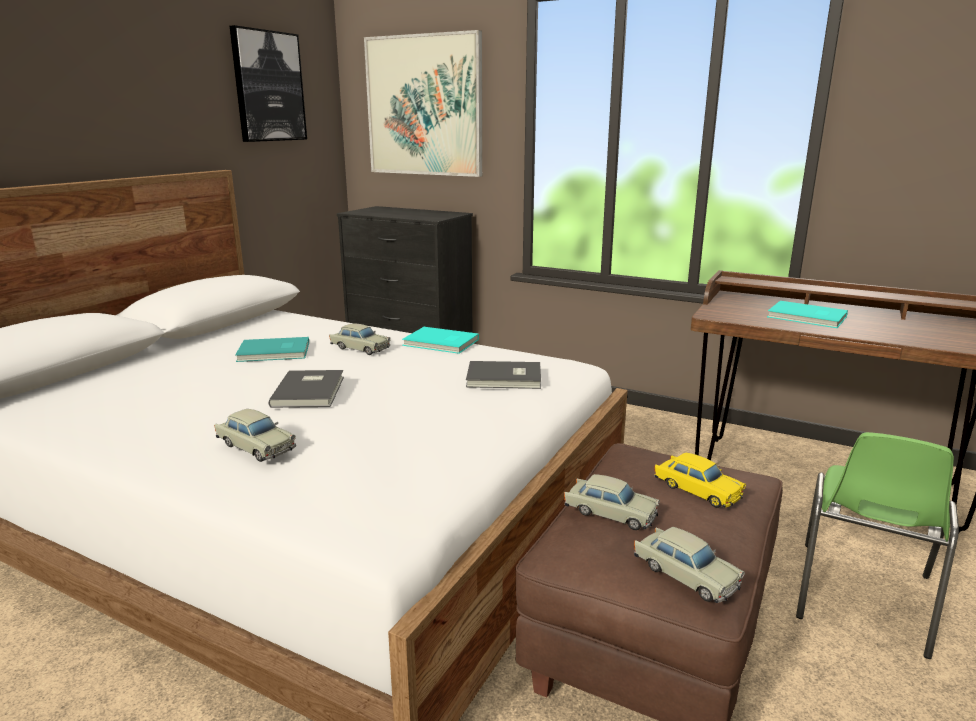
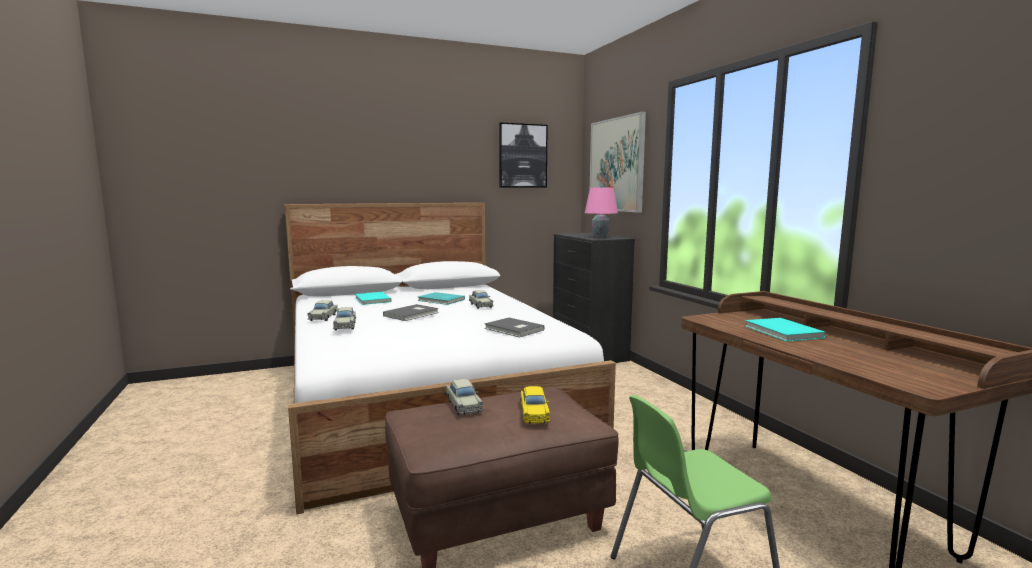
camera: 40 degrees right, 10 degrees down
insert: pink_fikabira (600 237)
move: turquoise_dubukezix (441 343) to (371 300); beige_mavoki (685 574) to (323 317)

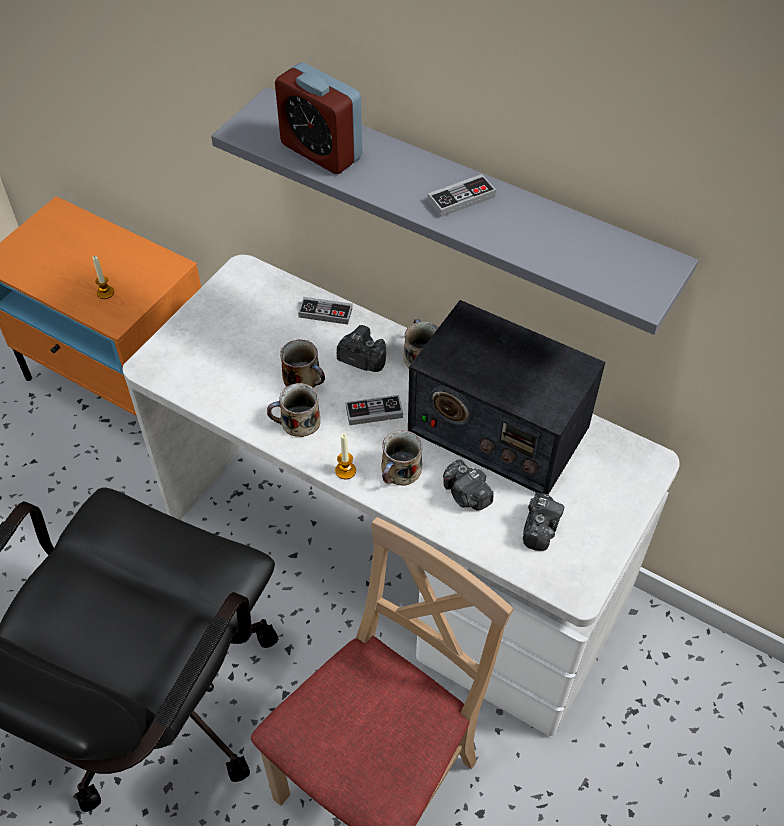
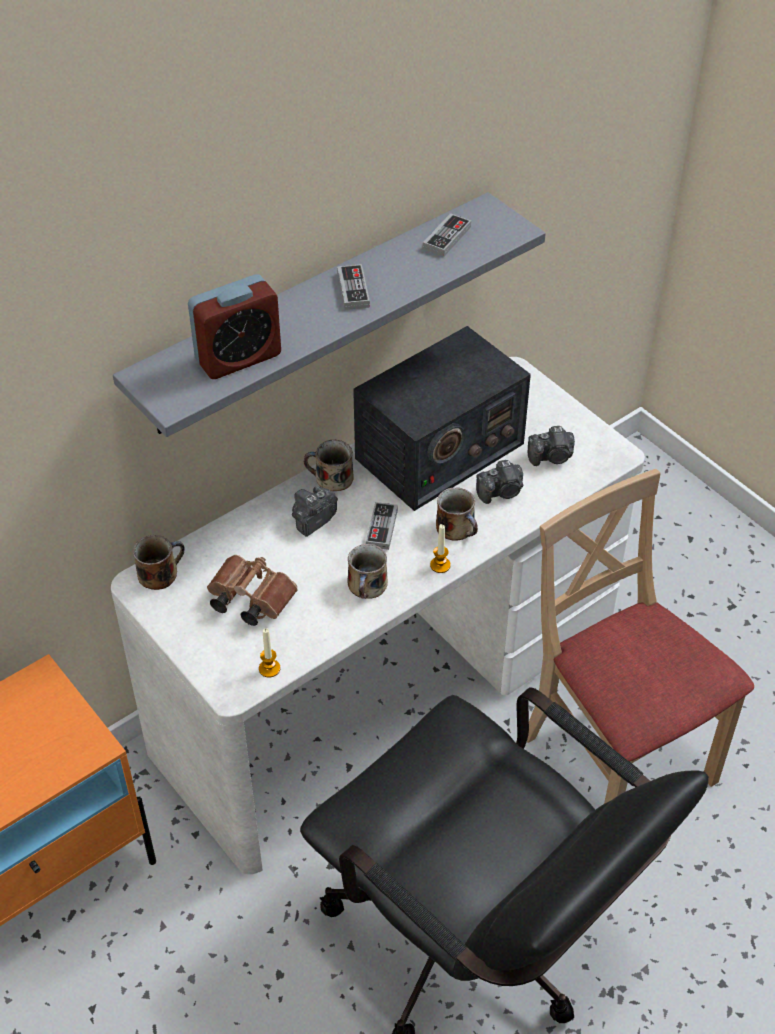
camera: 70 degrees left, 5 degrees down
insert: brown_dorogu (248 599)
move: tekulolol (105 293) to (269 668); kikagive (304 378) to (159 573); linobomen (325 313) to (447 238)
rotate: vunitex (540 528) = (552 457) 135 degrees clockwise

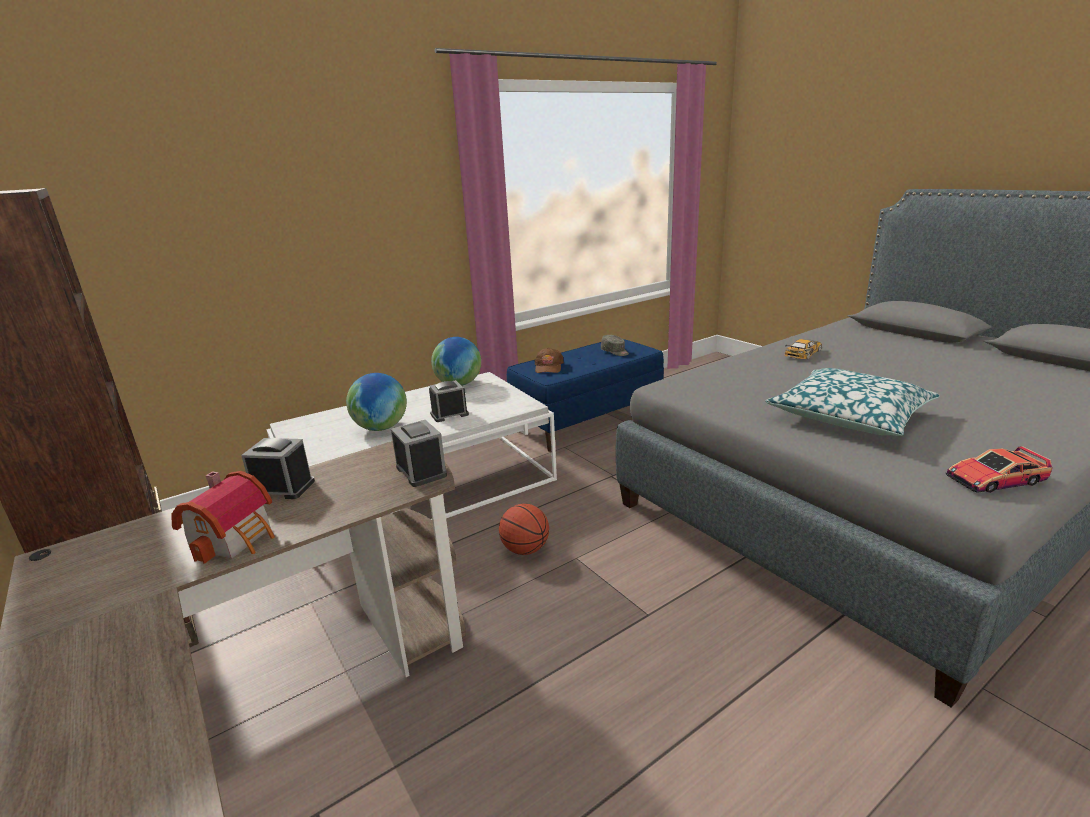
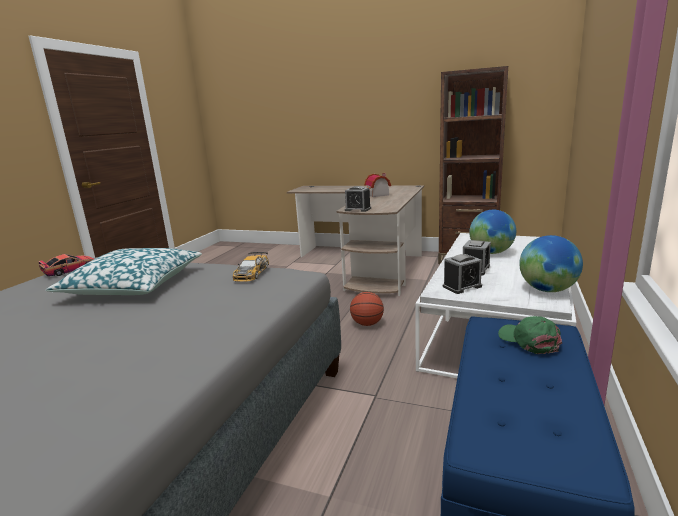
camera: 145 degrees right, 5 degrees down
delete: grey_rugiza (615 352)
move: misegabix (283 488) to (462 286); mavoki (803 353) to (251 273)
recolor: brown_rugiza (548 367) to green_rugiza (529 341)

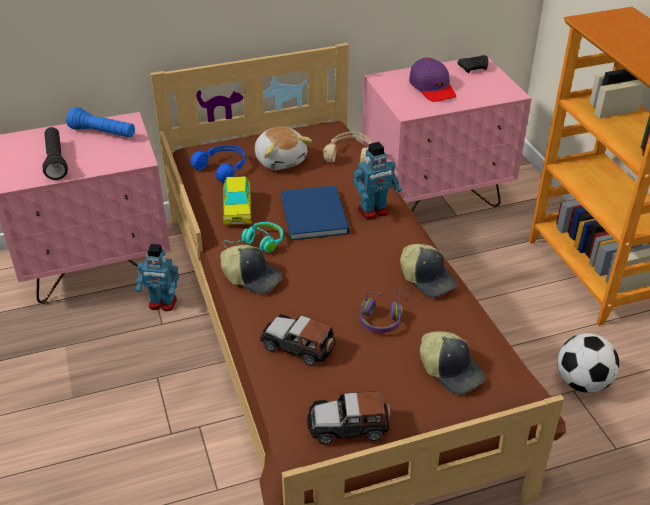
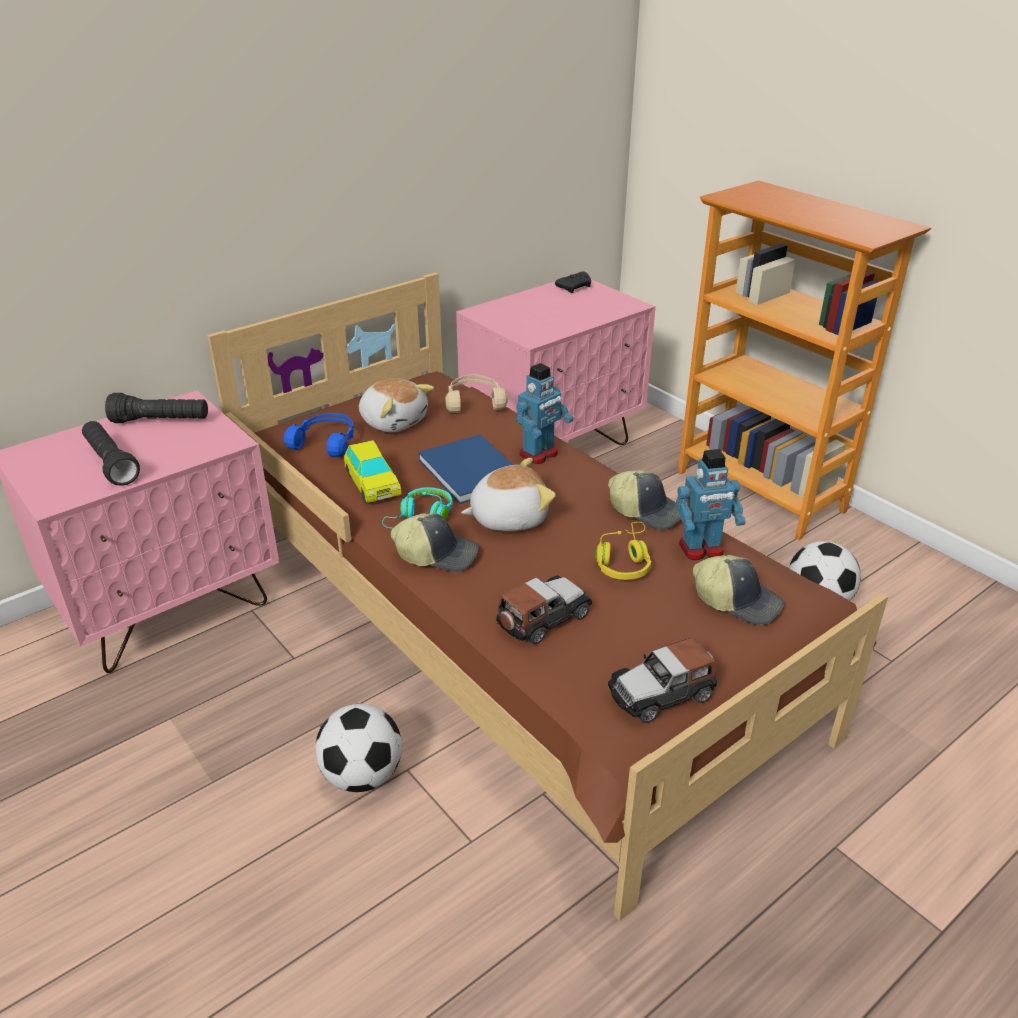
camera: 20 degrees left, 5 degrees down
delete: purple_rugiza (432 88)
insert: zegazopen (362 775); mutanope (508 517)
move: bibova (162 303) to (701 549)
recolor: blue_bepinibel (103 133) to black_bepinibel (161 421); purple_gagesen (384 316) to yellow_gagesen (624 562)
rotate: mavoki (298 346) = (543 618) 135 degrees clockwise

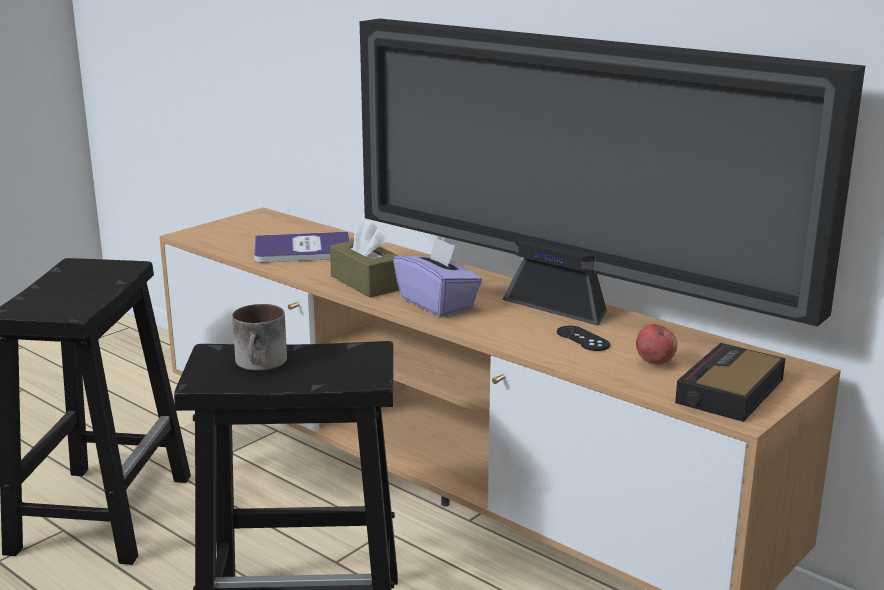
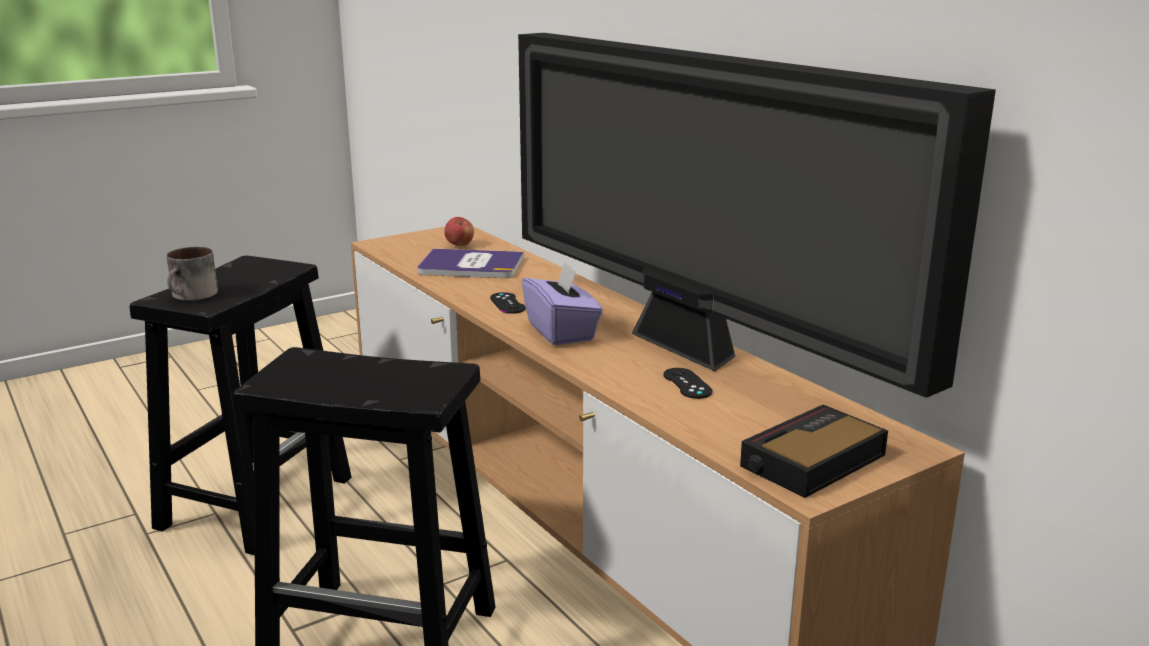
camera: 15 degrees right, 0 degrees up
move: kikagive (262 363) to (193 295); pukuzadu (654 363) to (459 245)
replace: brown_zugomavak (366 282) to black_linobomen (507 303)

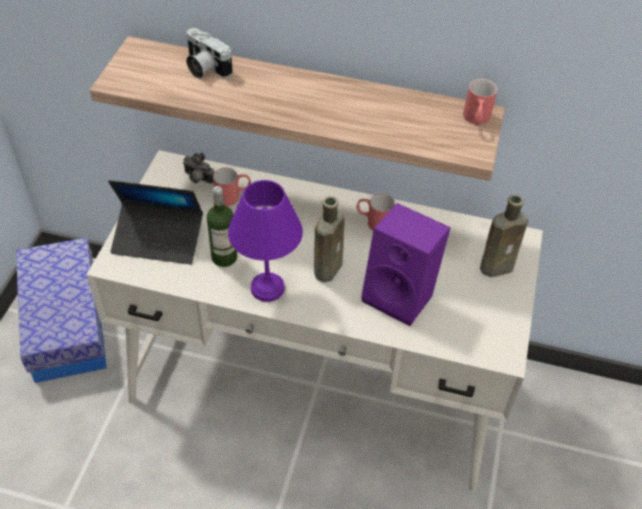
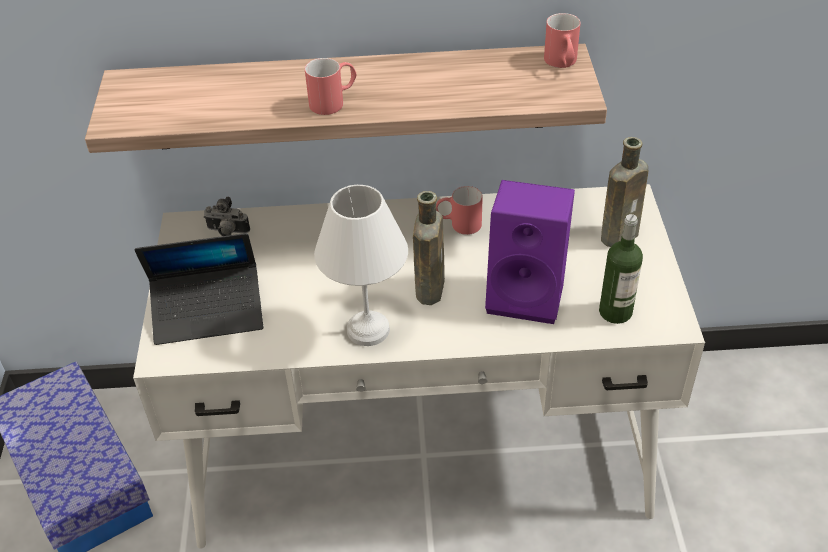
camera: 15 degrees left, 5 degrees down
delete: vunitex (204 68)
move: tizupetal (224 257) to (615 312); red_kikagive (233 196) to (334 101)
recolor: purple_fikabira (266 288) to white_fikabira (366 331)

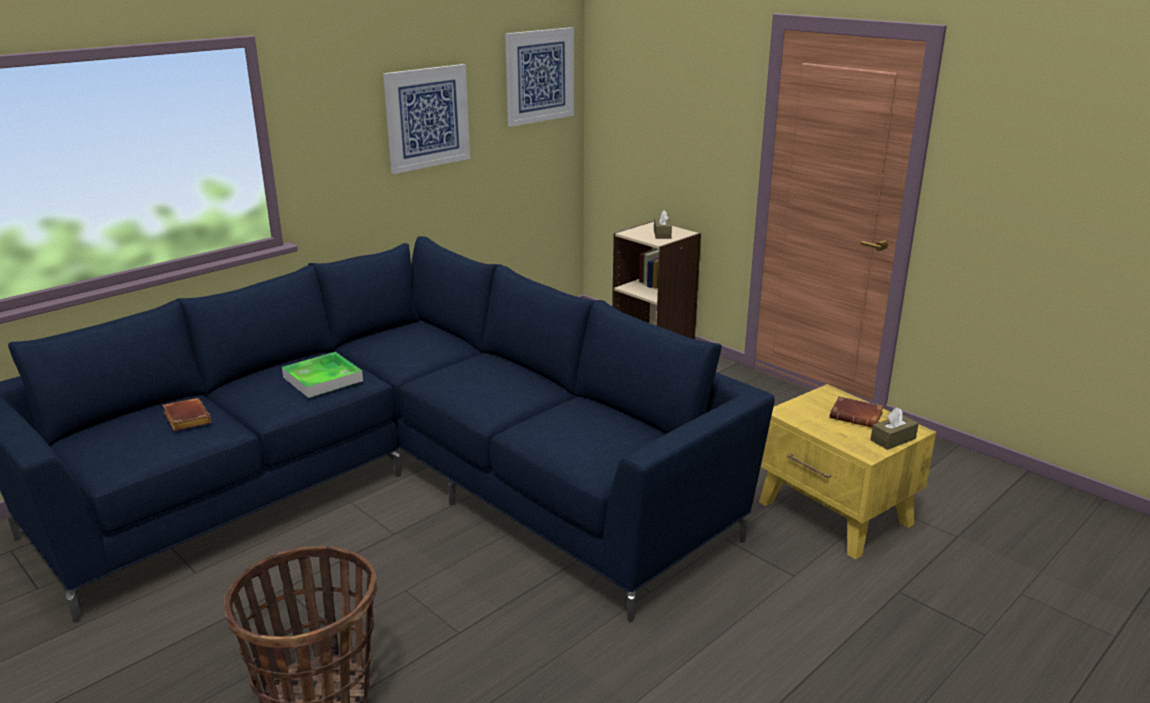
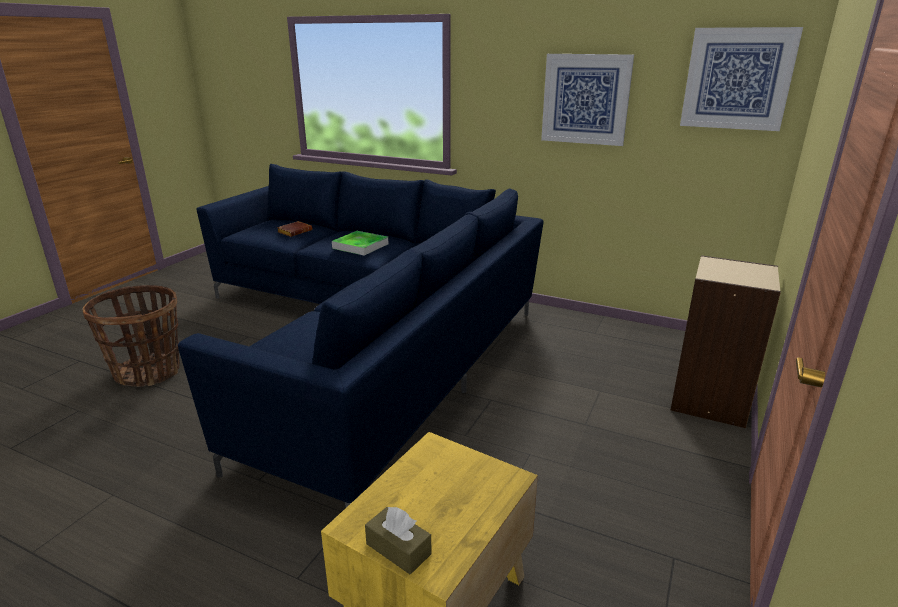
camera: 70 degrees right, 0 degrees up
delete: brown_zugomavak (662 234); brown_dubukezix (857 416)

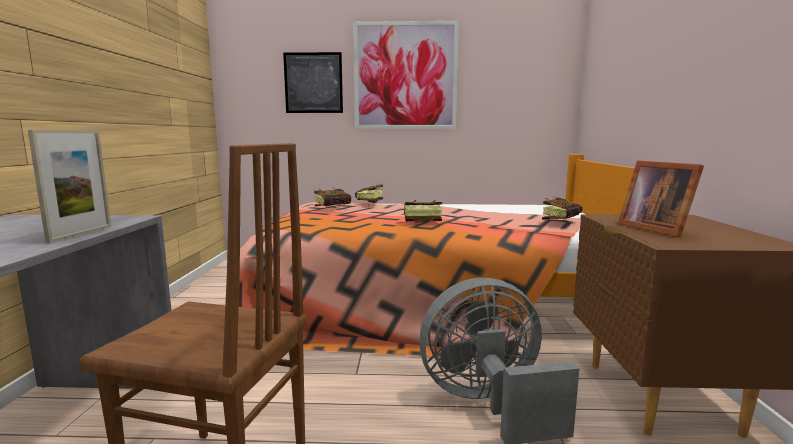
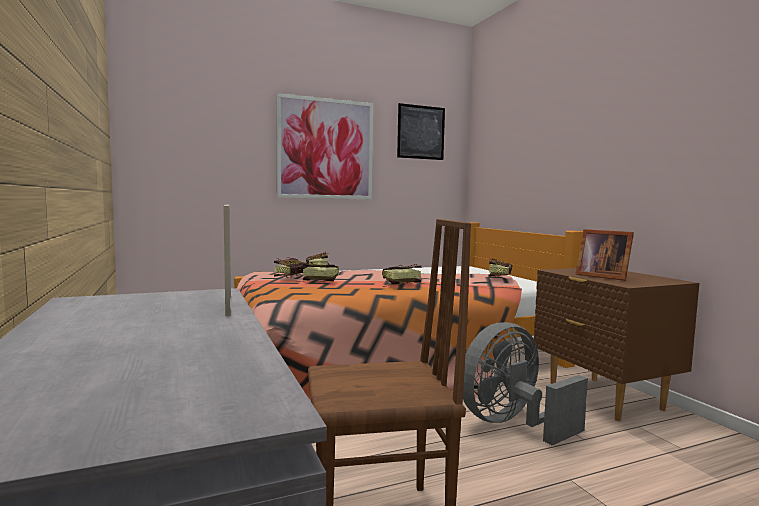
camera: 25 degrees left, 5 degrees down
insert: dubukezix (316 281)
move: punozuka (313 83) to (421 132)

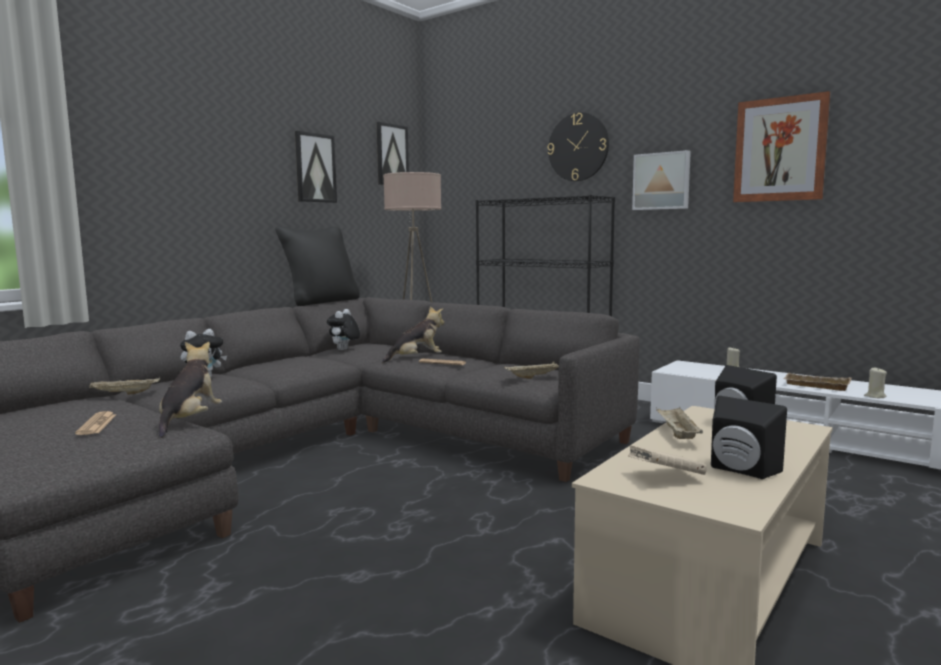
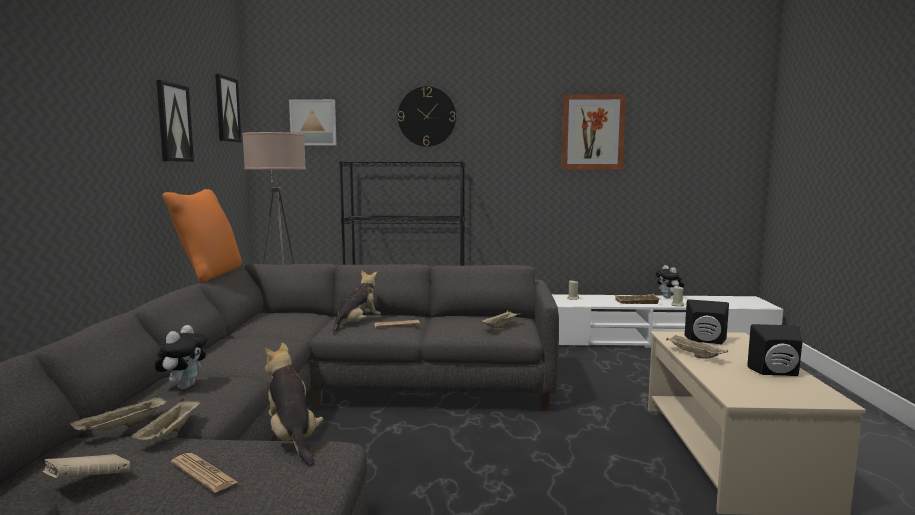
camera: 35 degrees left, 0 degrees up
insert: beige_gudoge (170 433)
move: mutanope (344 350) to (668 297); beige_dubukezix (665 477) to (88 483); punozuka (661 181) to (313 122)
recolor: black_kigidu (321 302) to orange_kigidu (209 274)

